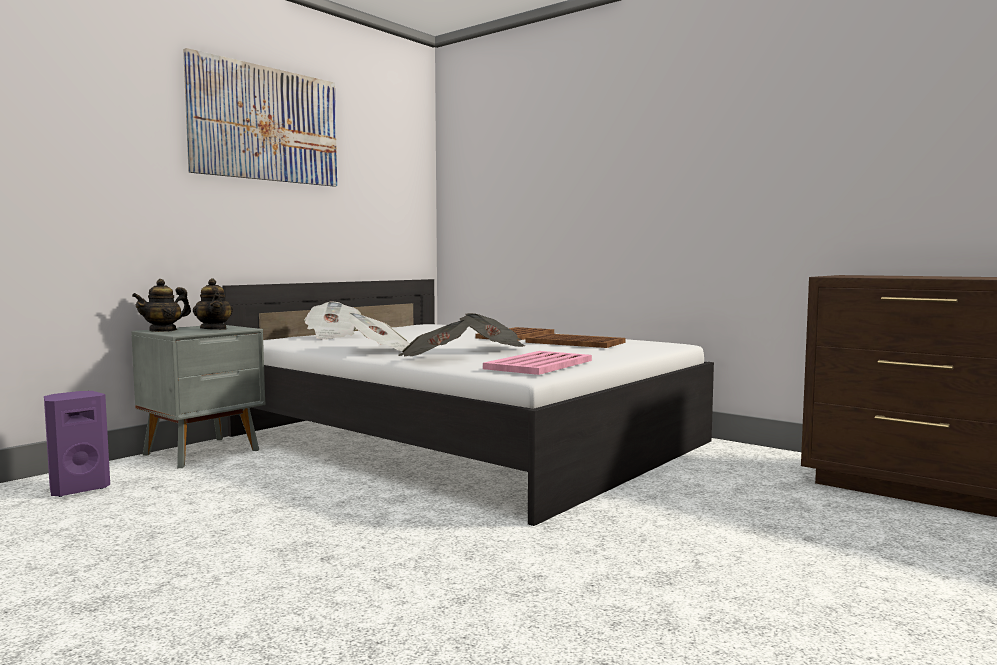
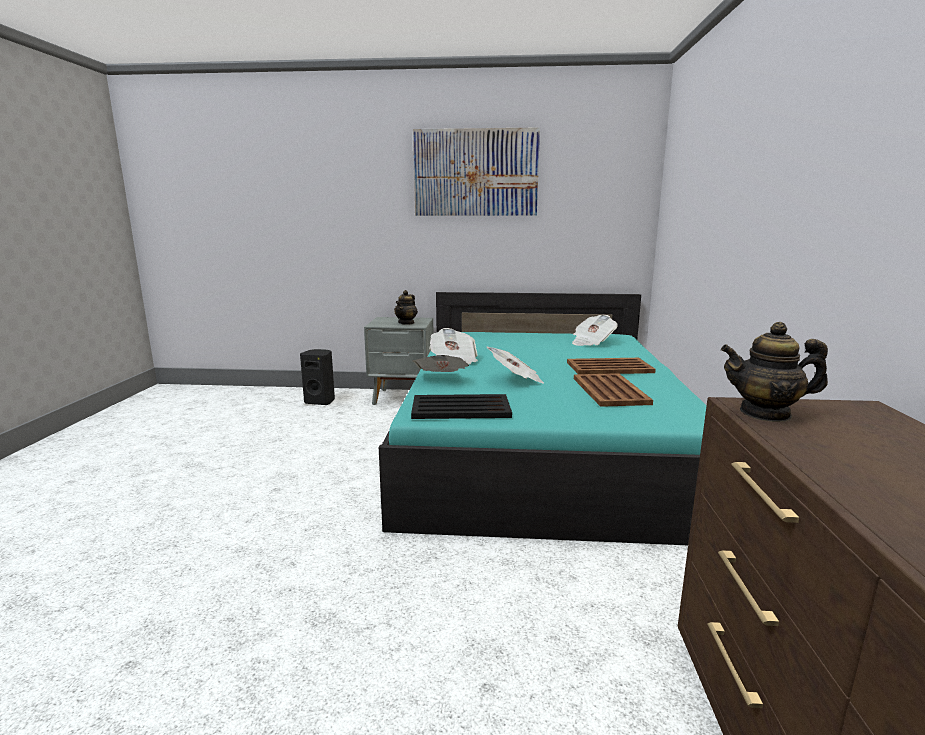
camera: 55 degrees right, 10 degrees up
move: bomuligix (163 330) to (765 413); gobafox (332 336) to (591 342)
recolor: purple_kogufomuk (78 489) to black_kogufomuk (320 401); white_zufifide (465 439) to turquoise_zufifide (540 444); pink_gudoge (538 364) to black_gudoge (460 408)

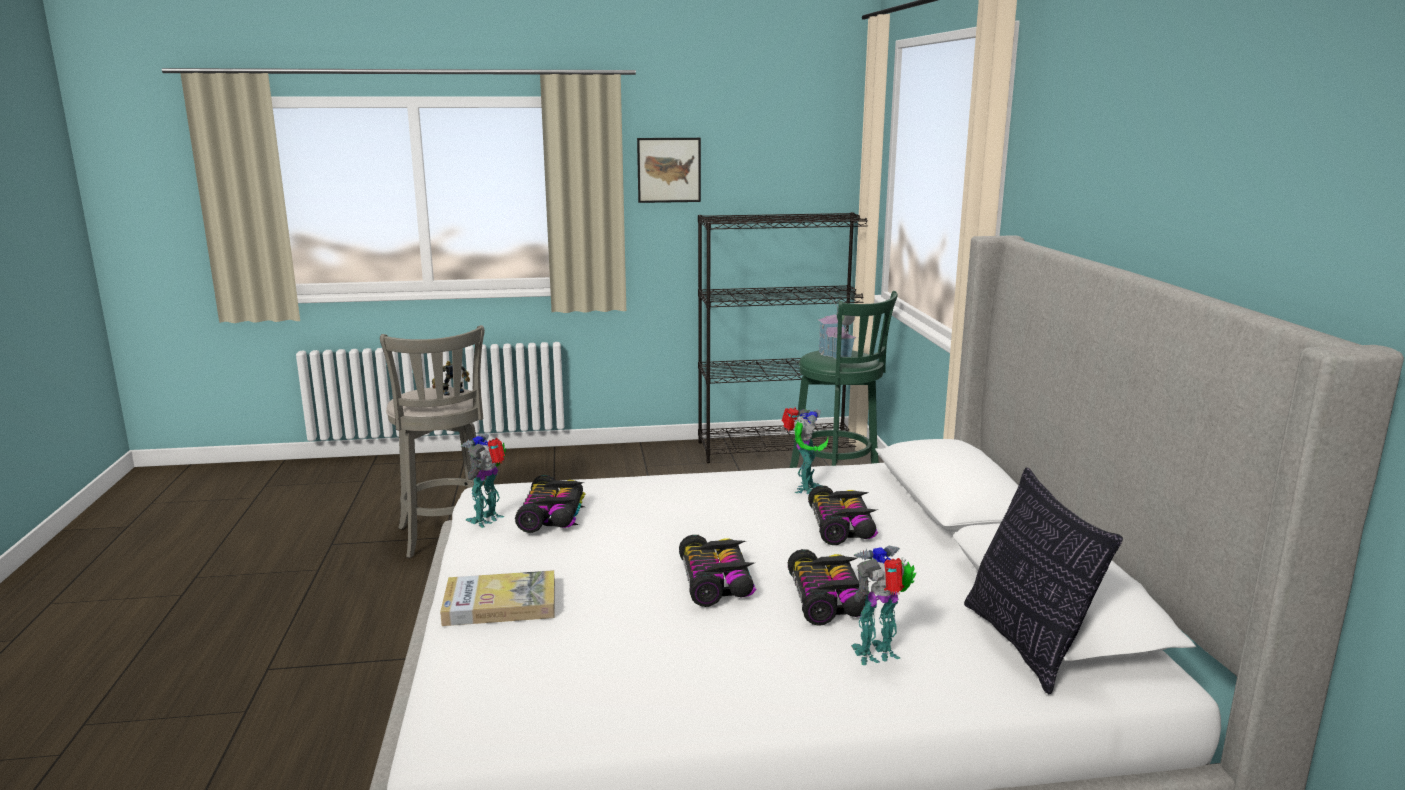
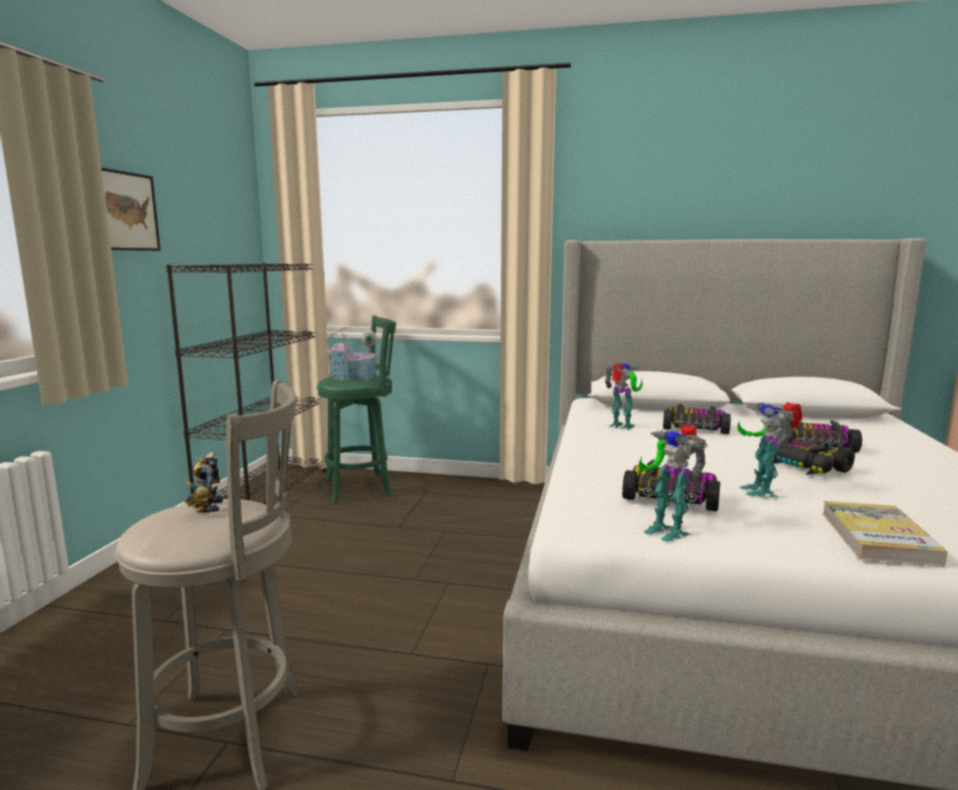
camera: 70 degrees left, 5 degrees down
delete: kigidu (1026 644)
move: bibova (878 655) to (762 490)
rotate: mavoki (717 582) = (801 464) 135 degrees counterclockwise

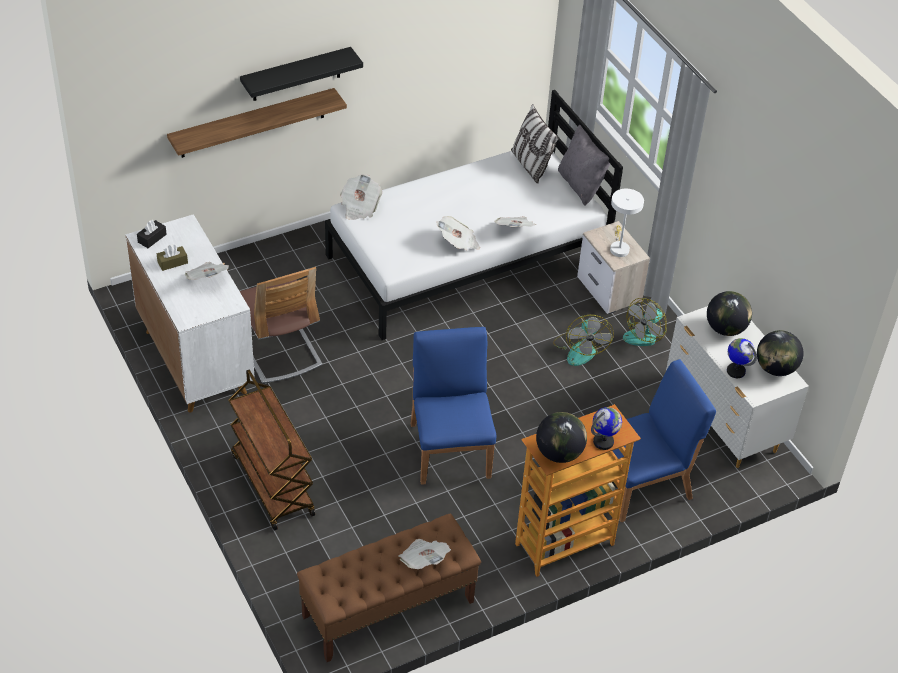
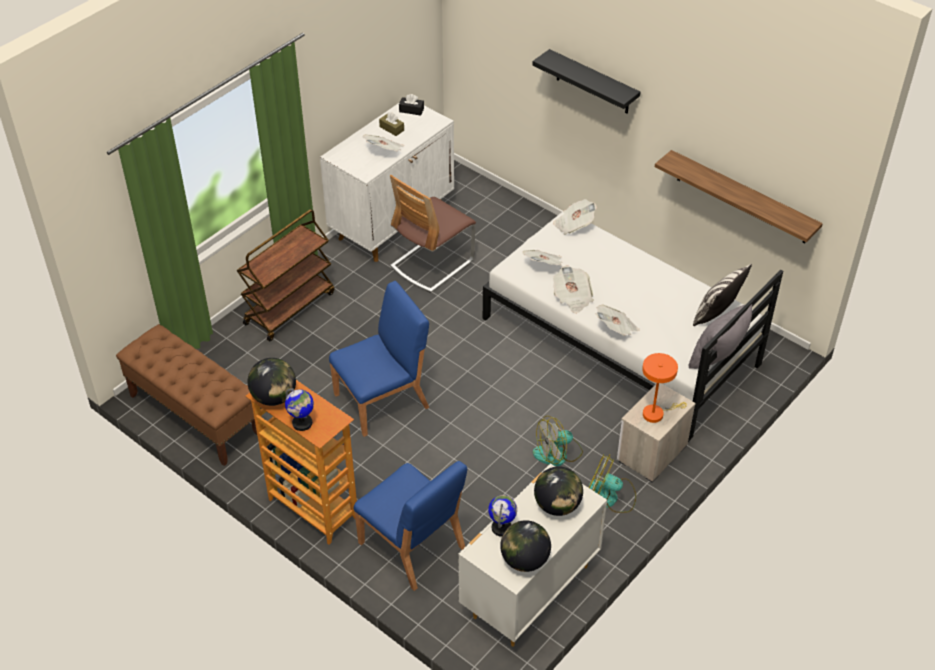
camera: 70 degrees right, 0 degrees up
move: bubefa (252 123) to (742 198); gobafox (423 561) to (544 265)
recolor: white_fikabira (619 247) to orange_fikabira (656 413)

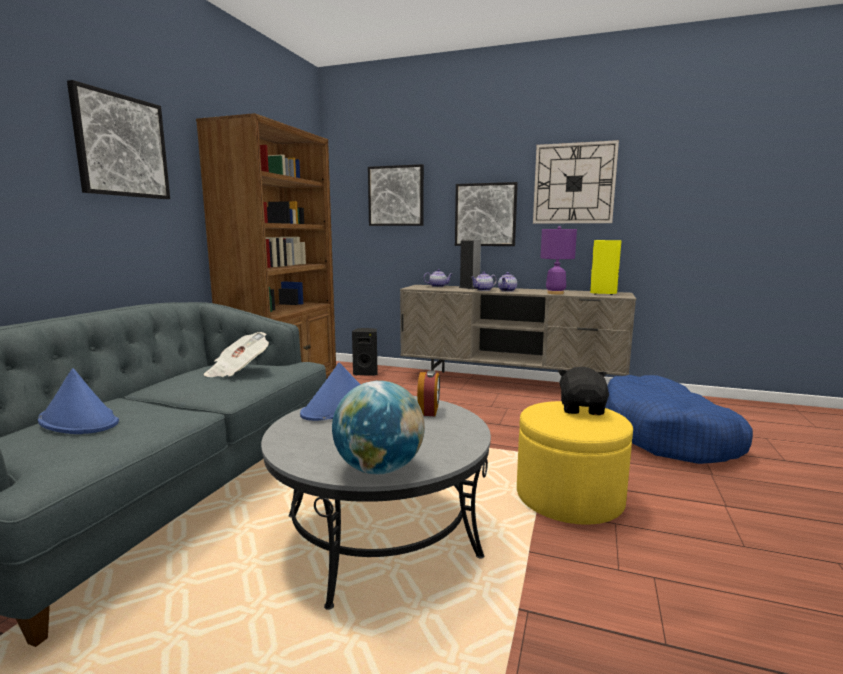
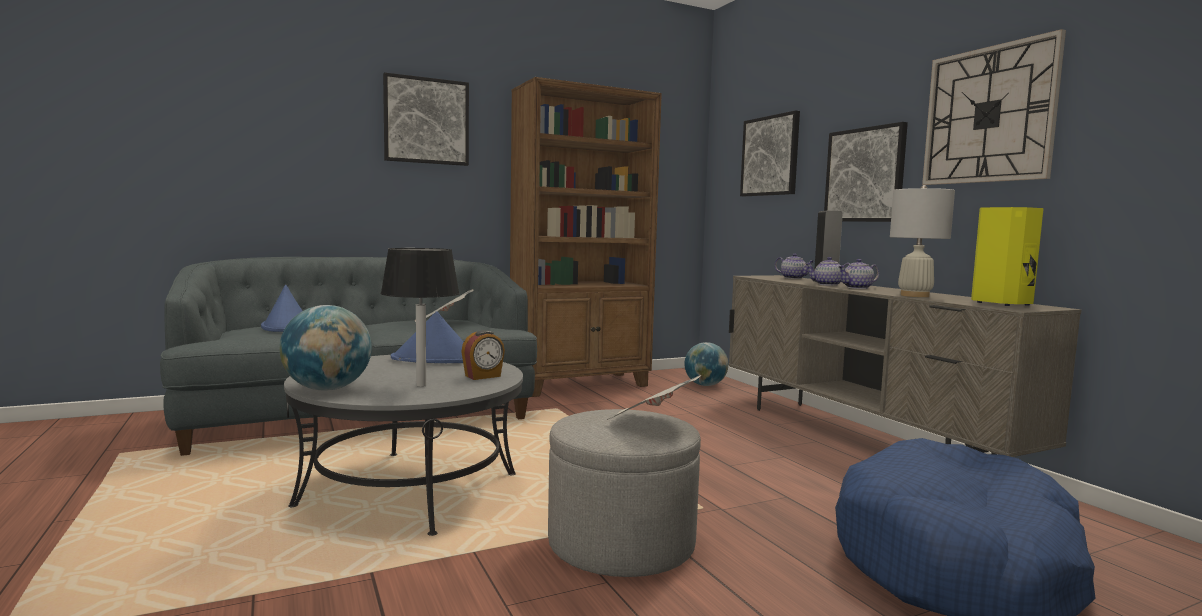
camera: 45 degrees right, 5 degrees down
insert: black_fikabira (421 385)
replace: black_kogufomuk (366 373) to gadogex (705 385); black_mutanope (582 409) to gobafox (651 423)
recolor: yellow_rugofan (569 497) to grey_rugofan (621 543); purple_fikabira (555 293) to white_fikabira (915 295)

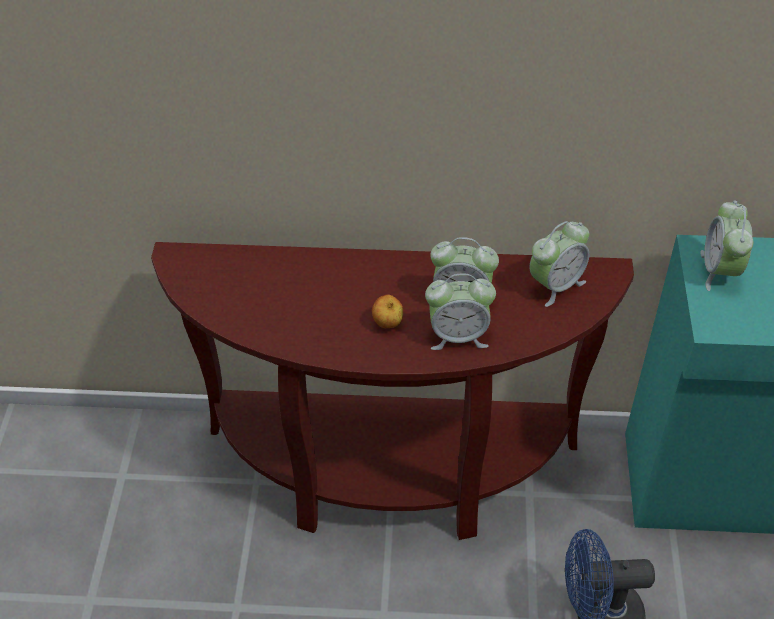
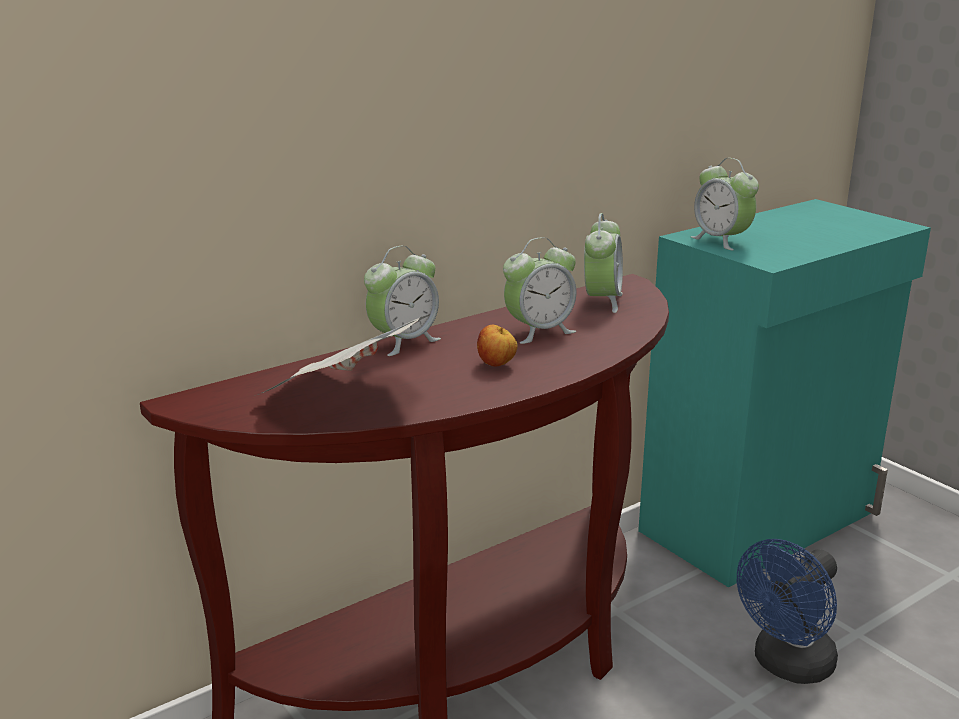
camera: 40 degrees left, 25 degrees down
insert: gobafox (343 399)
move: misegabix (458 336) to (403 342)

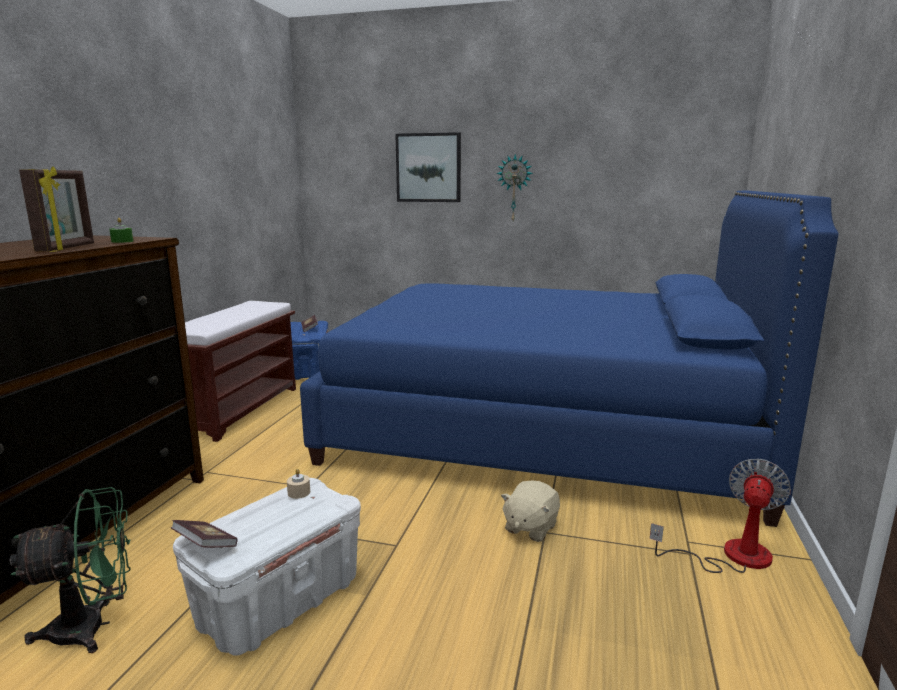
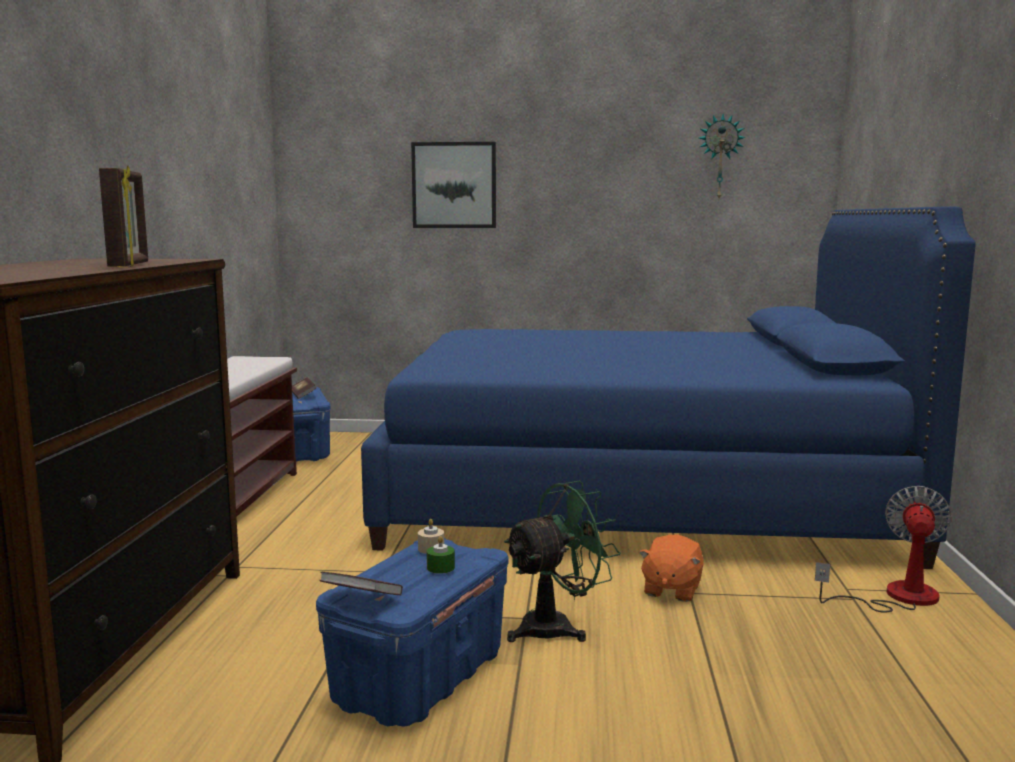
camera: 10 degrees left, 5 degrees down
move: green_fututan (93 627) to (557 627); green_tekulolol (122 241) to (440 567); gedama (514 188) to (720 157)
recolor: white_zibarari (280 601) to blue_zibarari (420 678); beige_mutanope (530 527) to orange_mutanope (671 590)

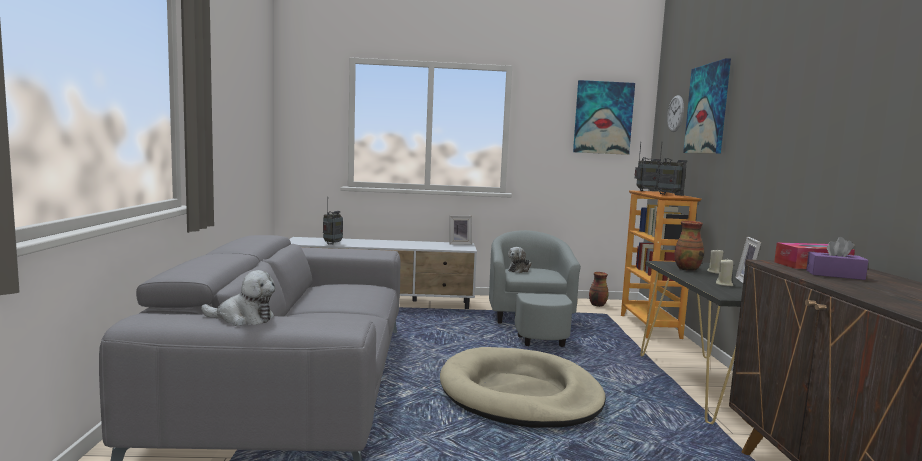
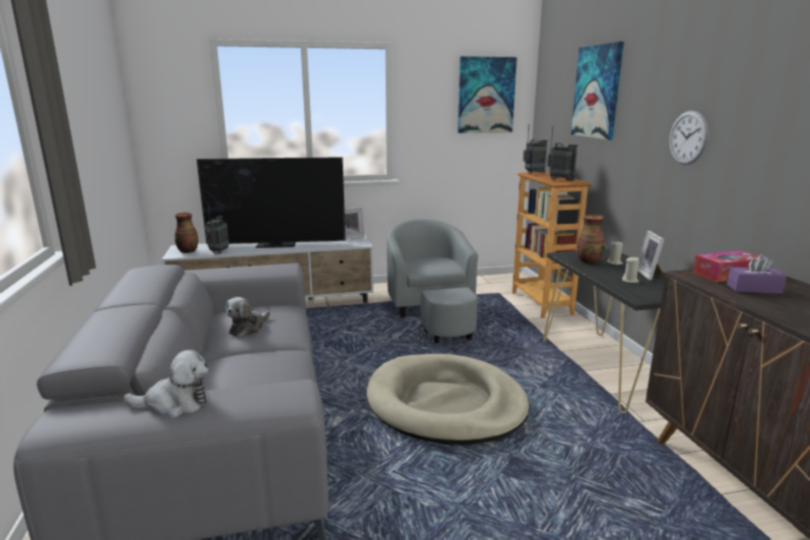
camera: 10 degrees left, 10 degrees up
insert: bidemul (277 244)
move: mutanope (519 270) to (248 328); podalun (597 305) to (187 251); gedama (675 113) to (688 137)

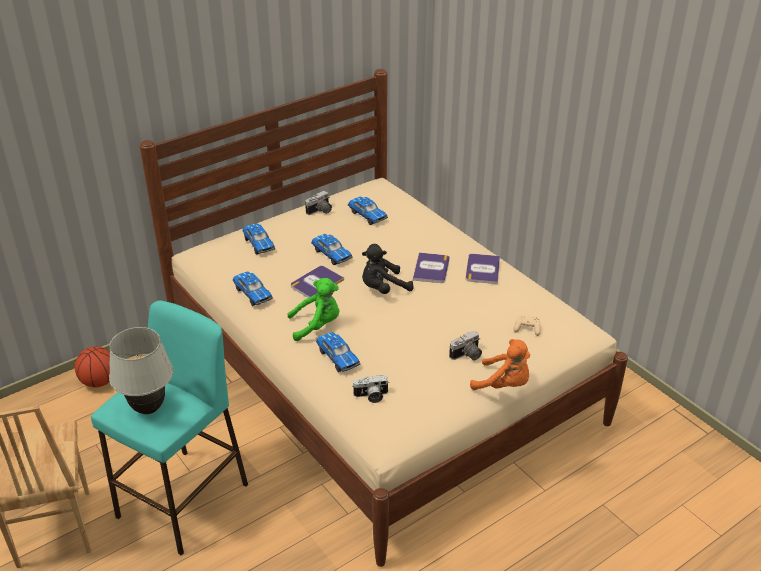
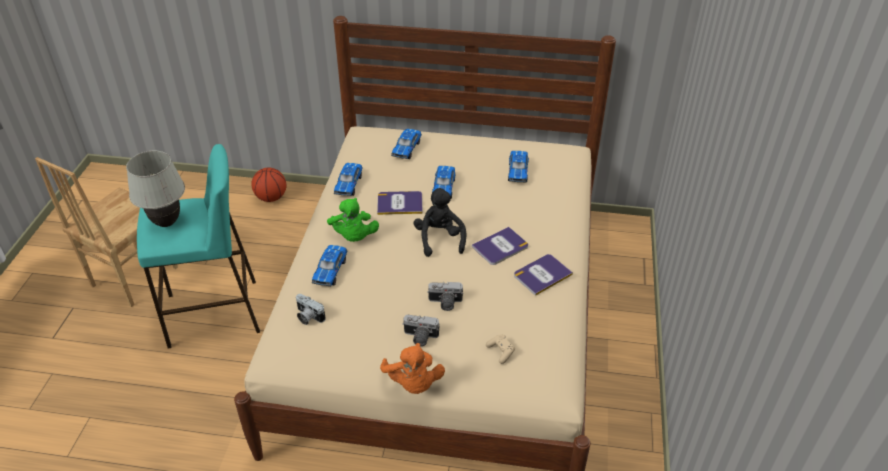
camera: 45 degrees right, 5 degrees up
move: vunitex (320 211) to (445 303)
rotate: green_mutanope (317 325) = (354 237) 45 degrees clockwise; black_mutanope (383 288) = (439 239) 60 degrees clockwise

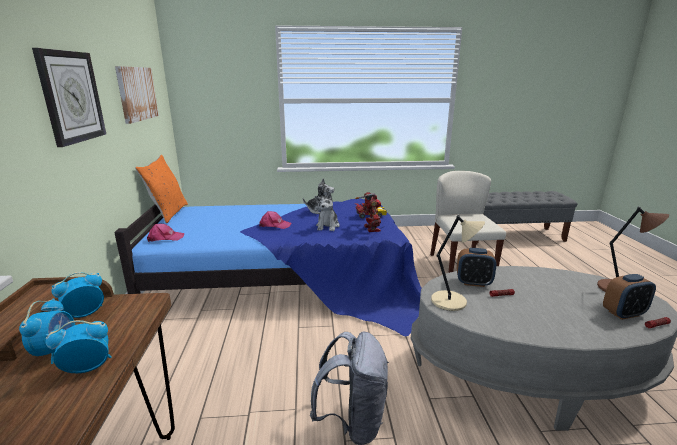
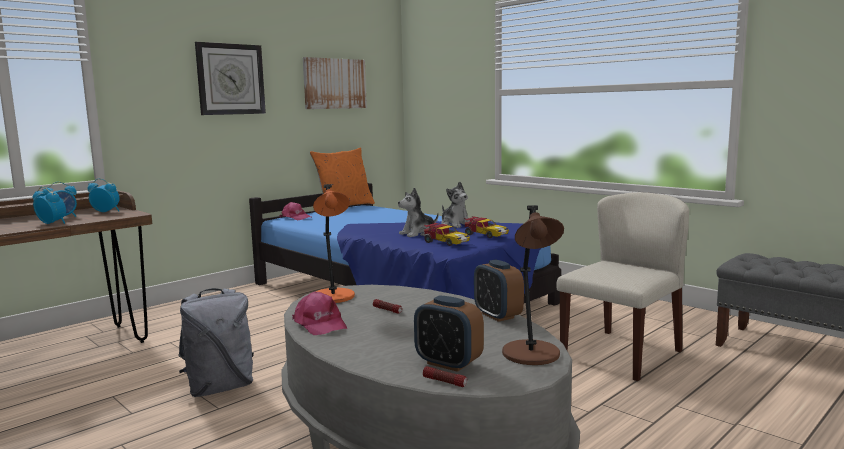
camera: 50 degrees right, 10 degrees down
move: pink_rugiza (274 225) to (319 324); misegabix (473 282) to (497 315)
replace: bibova (370 228) to mavoki (445 242)
recolor: beige_fikabira (451 301) to orange_fikabira (334 297)

